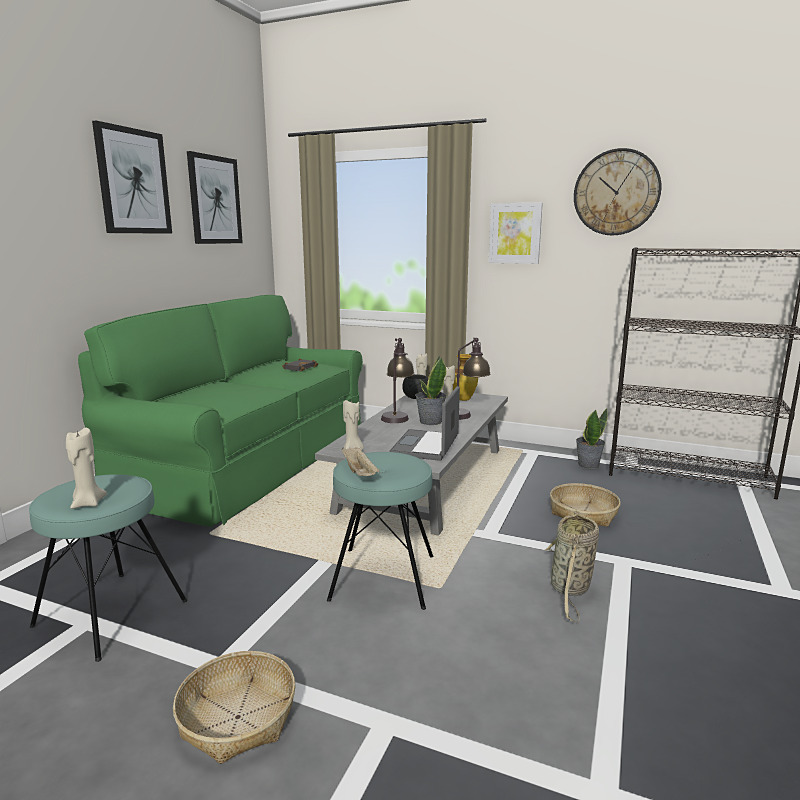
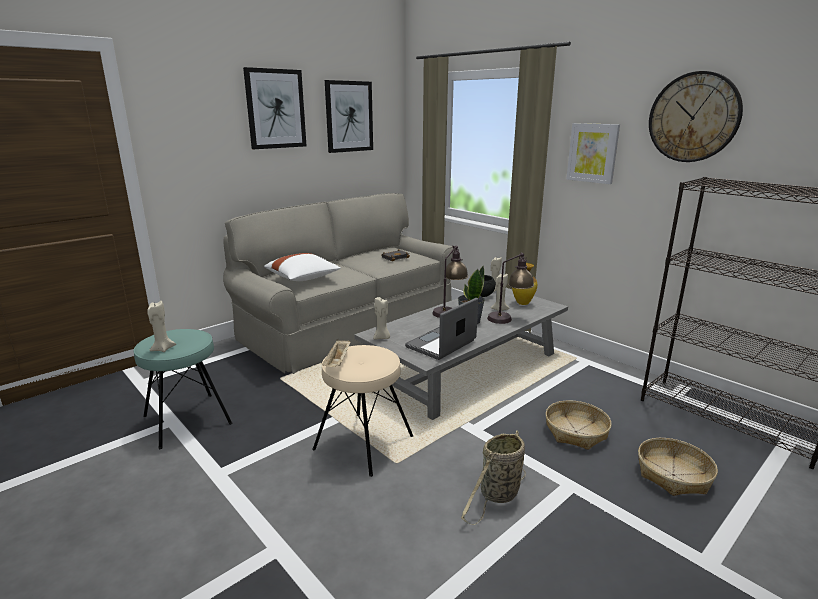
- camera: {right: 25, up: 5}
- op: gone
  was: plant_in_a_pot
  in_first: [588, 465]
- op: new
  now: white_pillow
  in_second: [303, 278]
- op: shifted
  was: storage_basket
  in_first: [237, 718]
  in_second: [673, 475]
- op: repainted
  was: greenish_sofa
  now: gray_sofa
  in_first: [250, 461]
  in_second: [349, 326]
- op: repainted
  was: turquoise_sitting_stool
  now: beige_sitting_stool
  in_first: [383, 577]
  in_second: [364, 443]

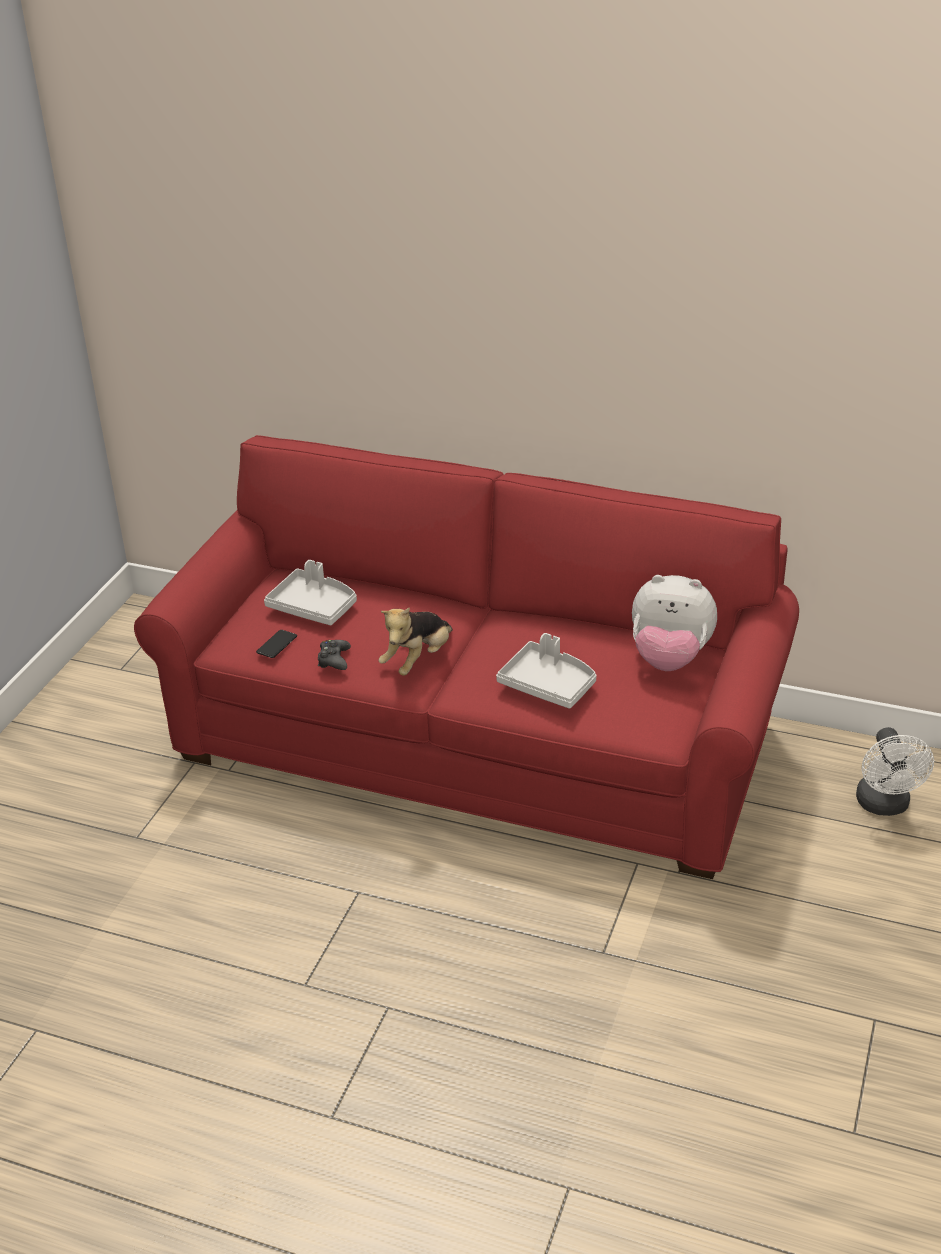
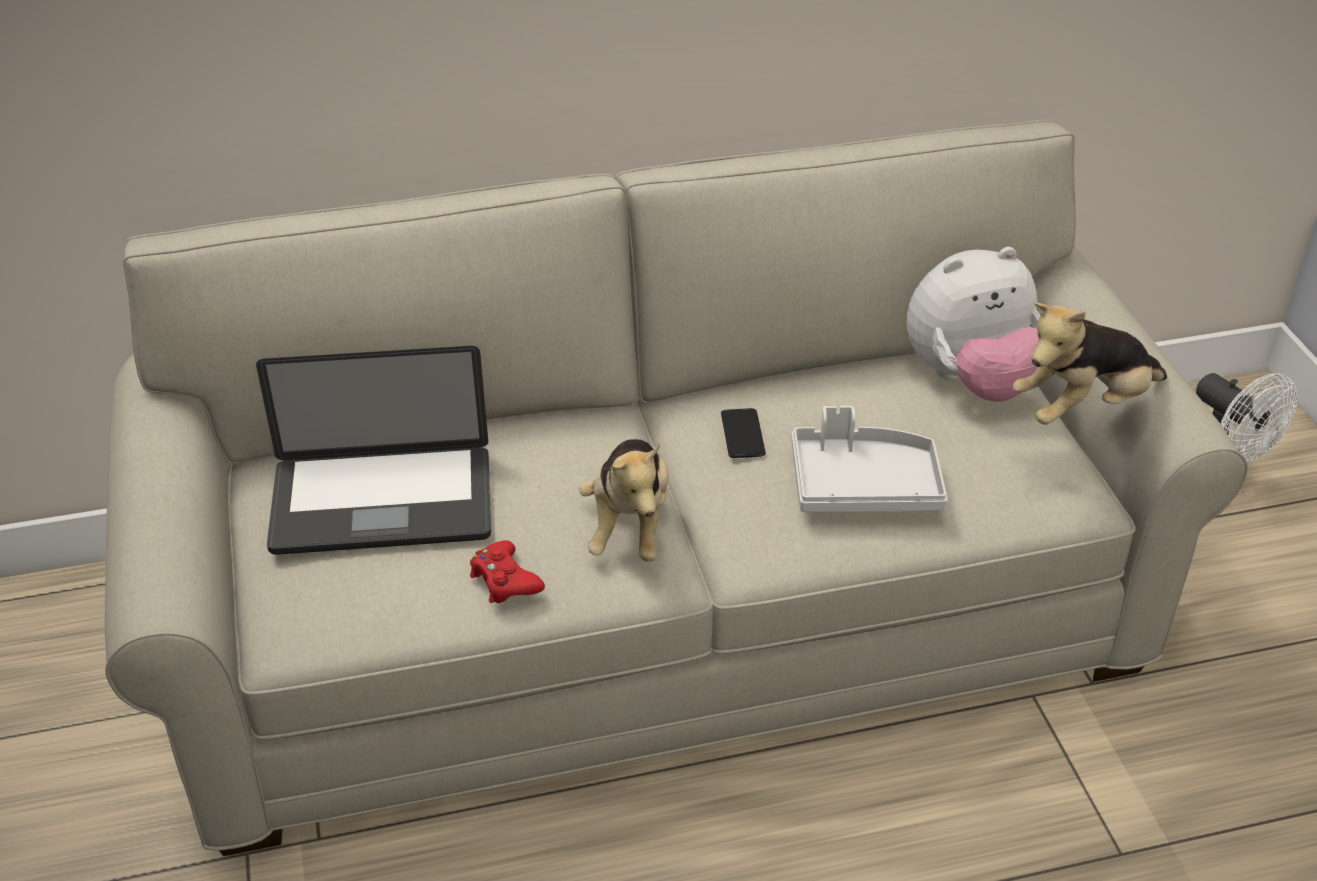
- camera: {right: -35, up: 5}
- op: new
  now: plush_toy
  in_second: [1083, 408]
- op: shifted
  was: handset
  in_first: [277, 644]
  in_second: [742, 434]
- op: swapped
  was: gray_carrying_tray
  now: portable_computer
  in_first: [314, 607]
  in_second: [382, 503]
- op: repainted
  was: reddish_sofa
  now: beige_sofa
  in_first: [476, 742]
  in_second: [660, 613]
- op: repainted
  was: black_game_controller
  now: reddish_game_controller
  in_first: [334, 659]
  in_second: [504, 580]

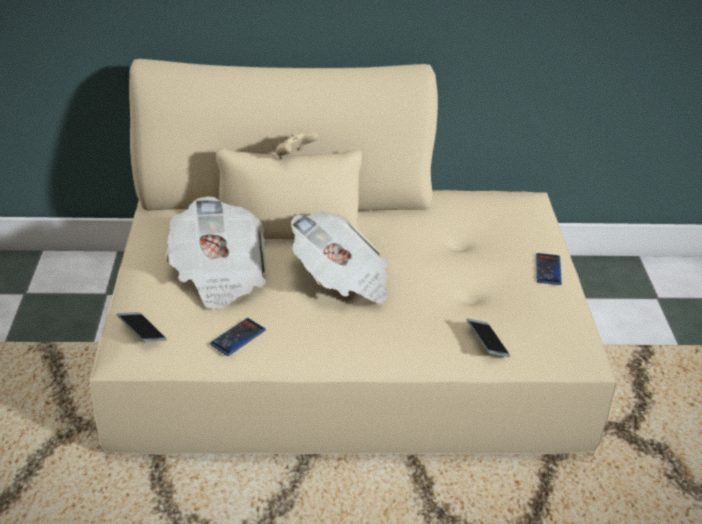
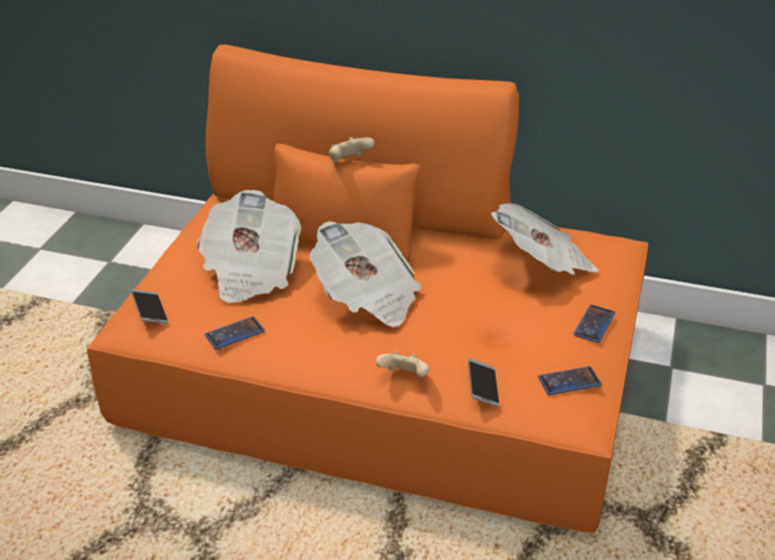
- camera: {right: 20, up: 0}
- op: new
  now: beige_game_controller
  in_second: [404, 377]
- op: new
  now: printed_paper
  in_second: [543, 264]
- op: new
  now: handset
  in_second: [569, 381]
- op: repainted
  was: beige_sofa
  now: orangey_sofa
  in_first: [347, 348]
  in_second: [387, 372]

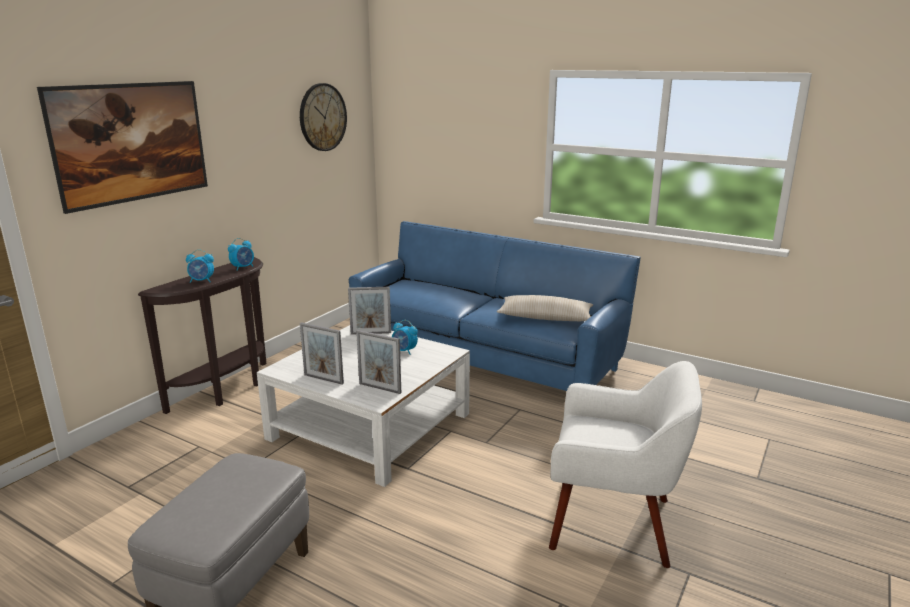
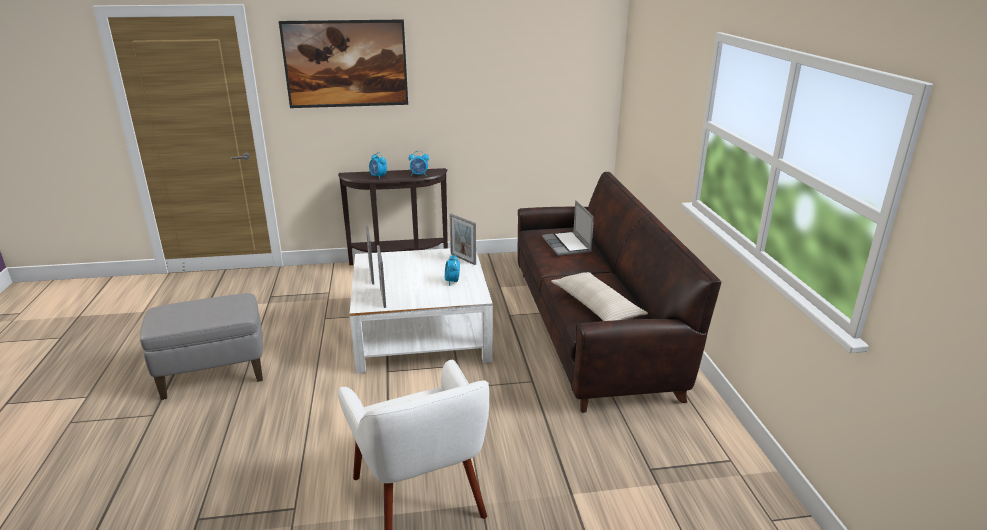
- camera: {right: 50, up: 5}
- op: gone
  was: wall_clock
  in_first: [322, 117]
- op: new
  now: portable_computer
  in_second: [567, 245]
- op: repainted
  was: blue_sofa
  now: brown-coloured_sofa
  in_first: [485, 358]
  in_second: [592, 329]

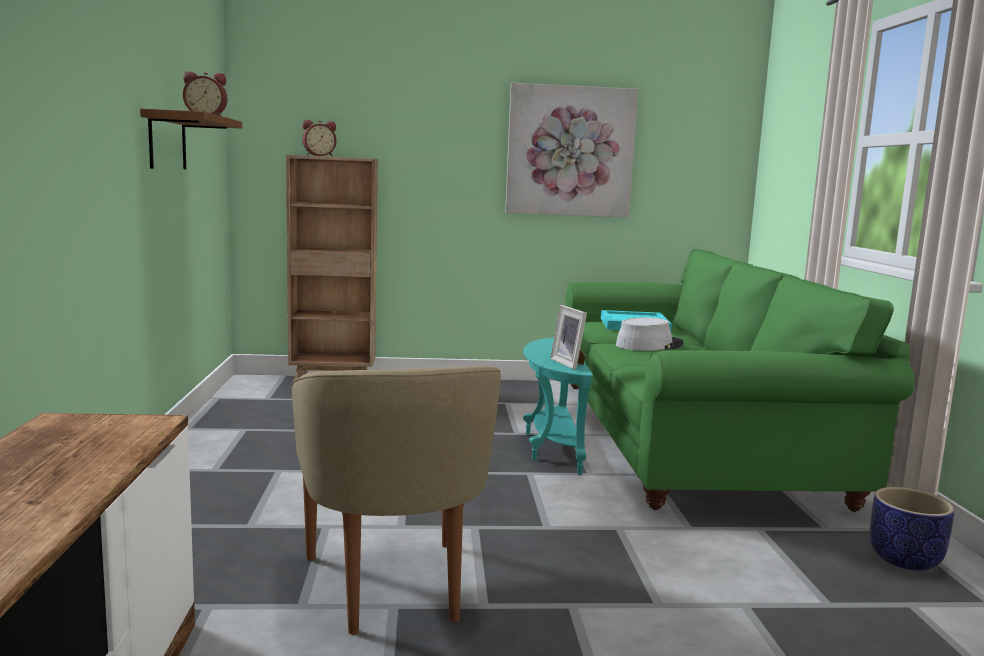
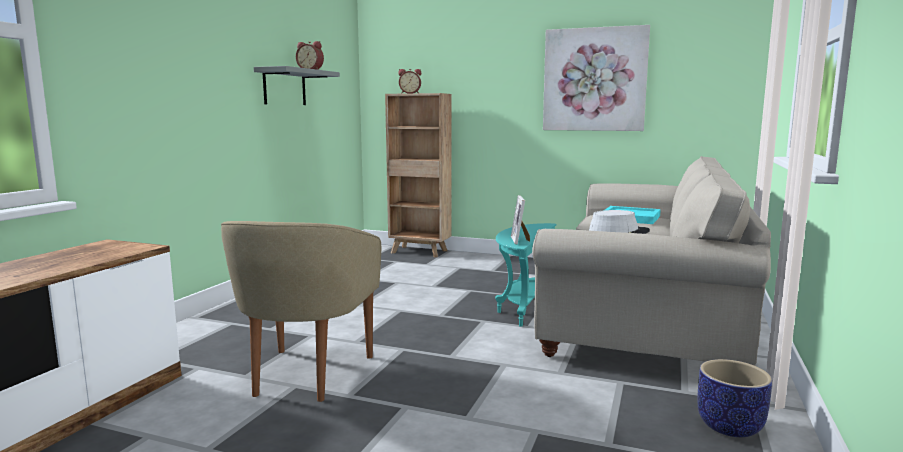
- camera: {right: 25, up: 0}
- op: repainted
  was: brown-coloured_bracket_shelf
  now: gray_bracket_shelf
  in_first: [167, 141]
  in_second: [284, 87]
- op: repainted
  was: greenish_sofa
  now: beige_sofa
  in_first: [685, 437]
  in_second: [644, 310]

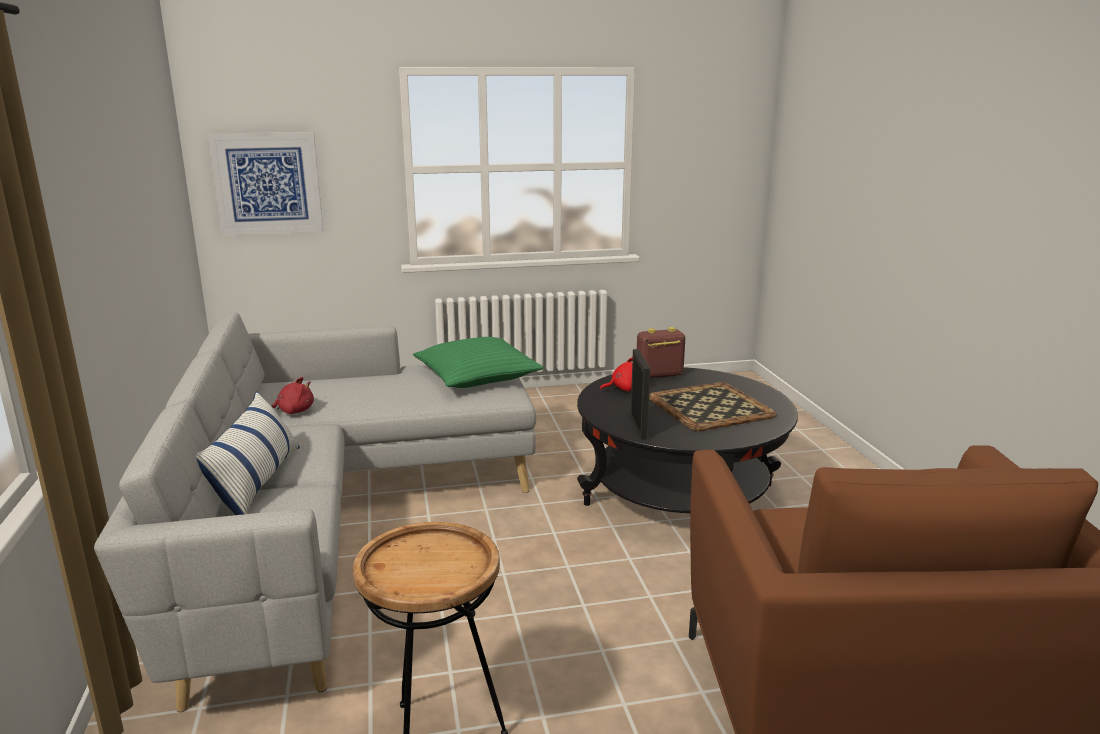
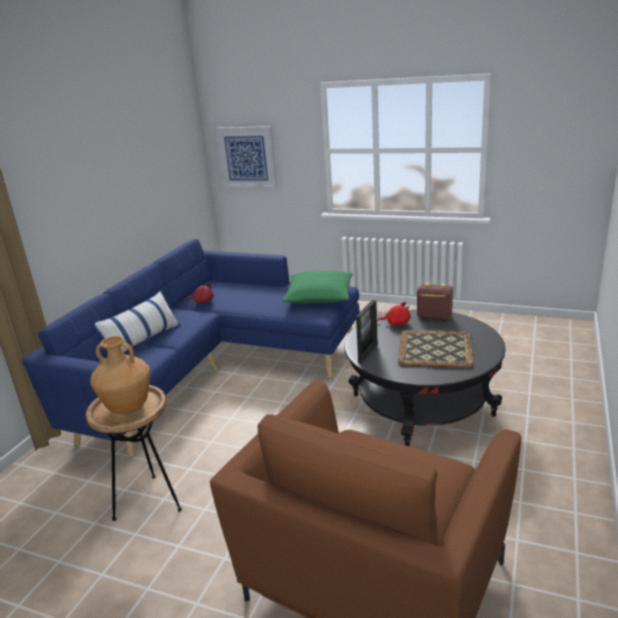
- camera: {right: 35, up: 5}
- op: new
  now: brown-coloured_vase
  in_second: [127, 408]
- op: repainted
  was: gray_sofa
  now: blue_sofa
  in_first: [337, 523]
  in_second: [217, 370]

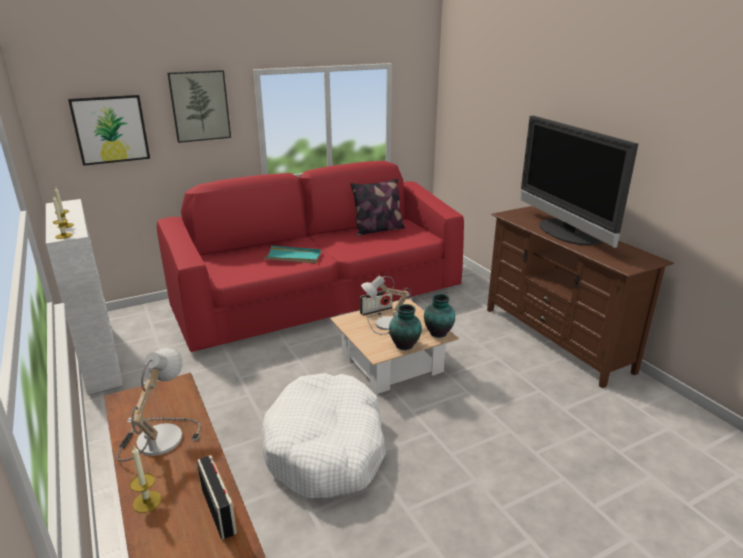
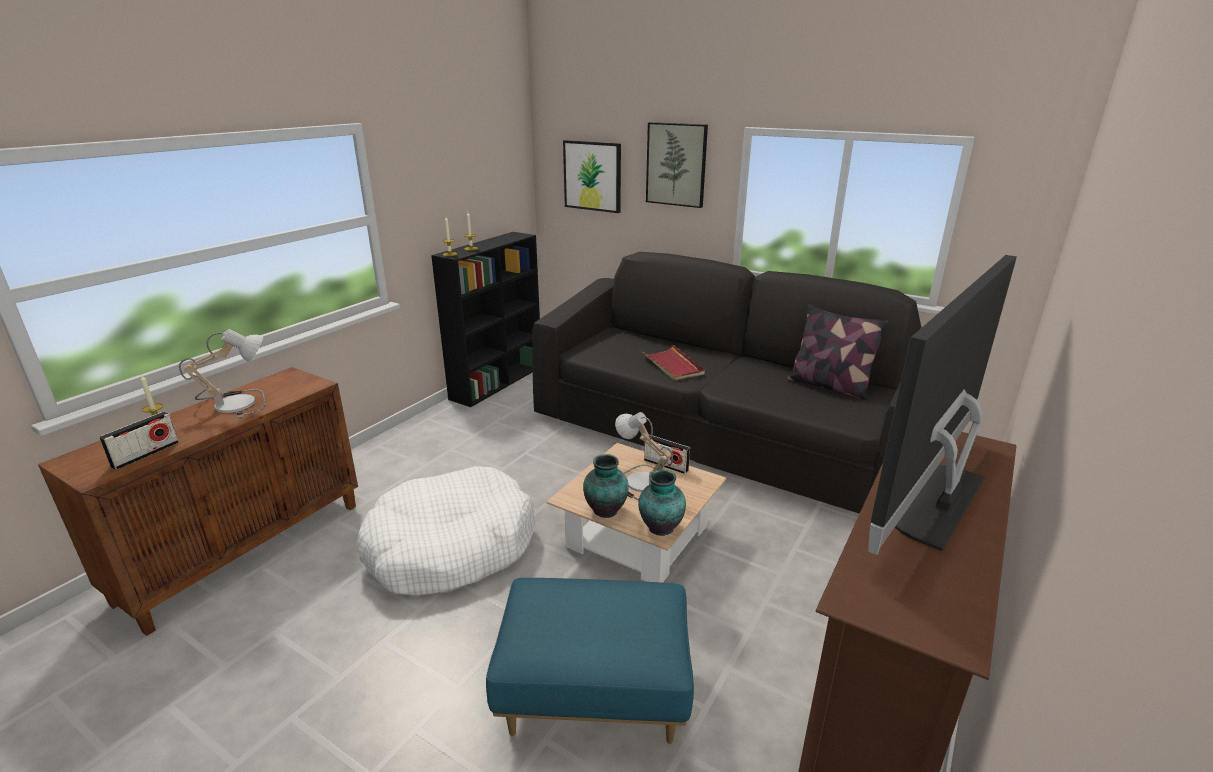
- camera: {right: 60, up: 0}
- op: new
  now: blue_pouffe
  in_second: [593, 696]
- op: repainted
  was: white_bookshelf
  now: black_bookshelf
  in_first: [99, 358]
  in_second: [498, 382]
- op: repainted
  was: reddish_sofa
  now: black_sofa
  in_first: [321, 297]
  in_second: [721, 437]
- op: repainted
  was: turquoise_carrying_tray
  now: reddish_carrying_tray
  in_first: [293, 257]
  in_second: [672, 365]

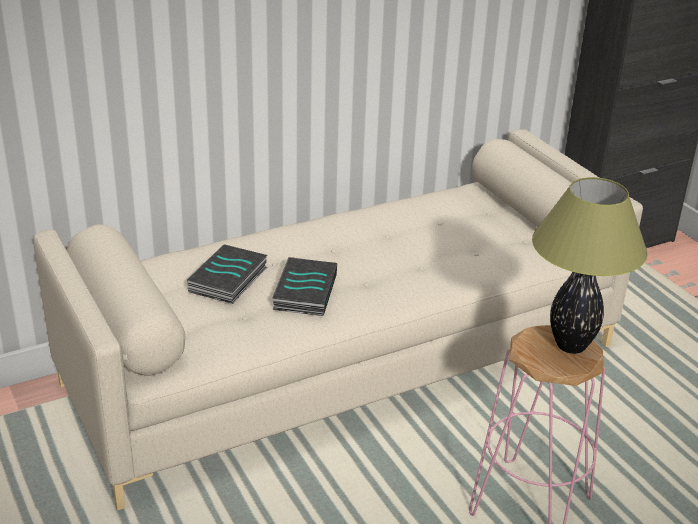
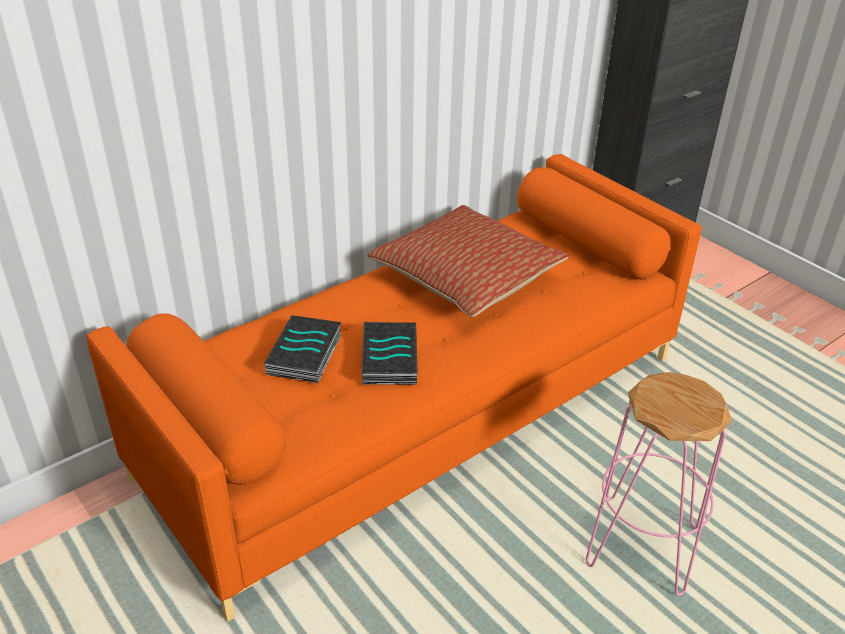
- camera: {right: -10, up: 5}
- op: gone
  was: lamp_for_a_table
  in_first: [571, 346]
- op: new
  now: pillow
  in_second: [466, 277]
- op: repainted
  was: beige_sofa
  now: orangey_sofa
  in_first: [346, 362]
  in_second: [420, 412]

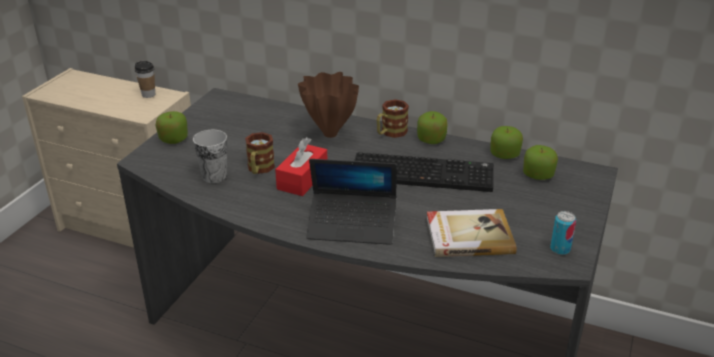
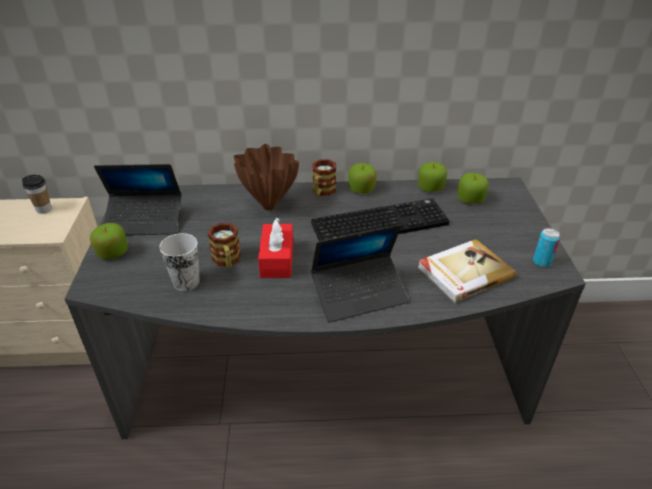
- camera: {right: -25, up: 5}
- op: new
  now: portable_computer
  in_second: [144, 221]

